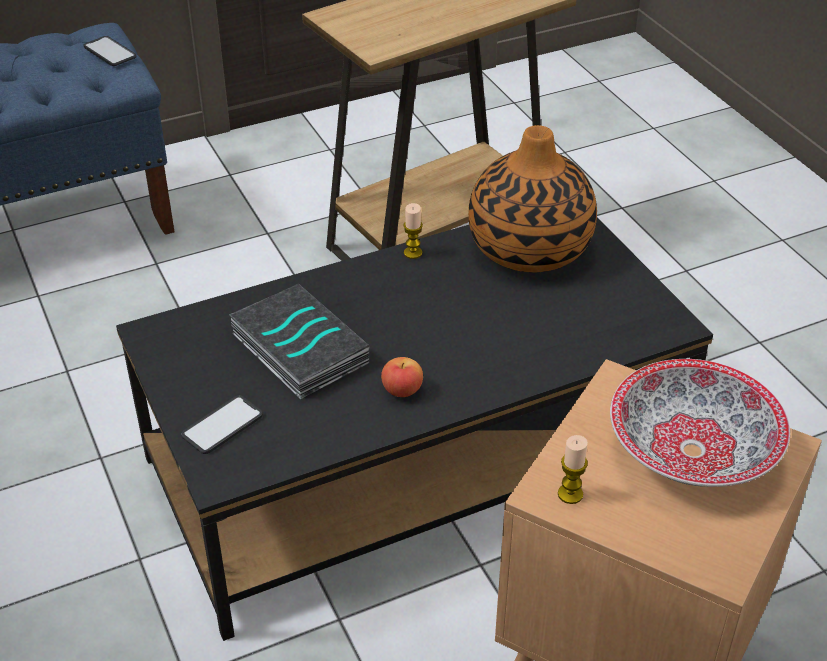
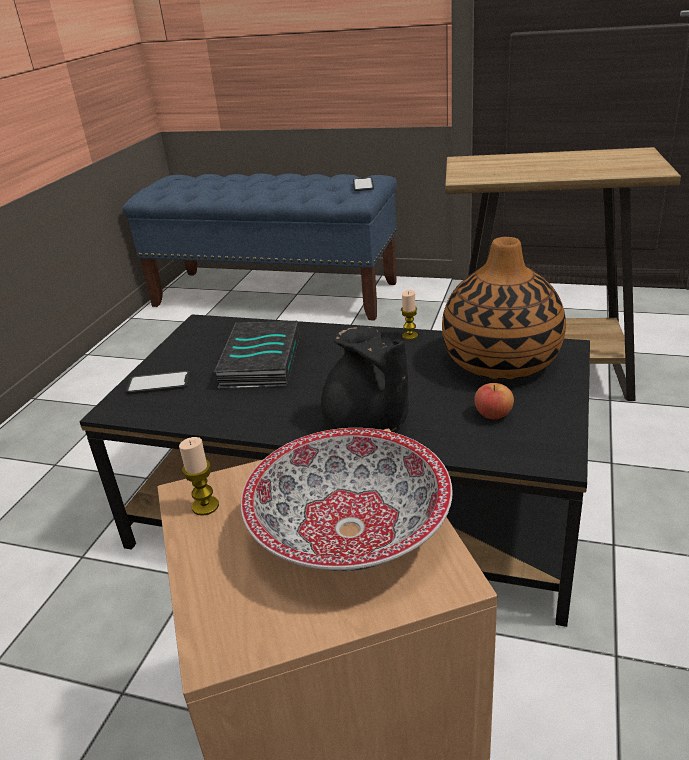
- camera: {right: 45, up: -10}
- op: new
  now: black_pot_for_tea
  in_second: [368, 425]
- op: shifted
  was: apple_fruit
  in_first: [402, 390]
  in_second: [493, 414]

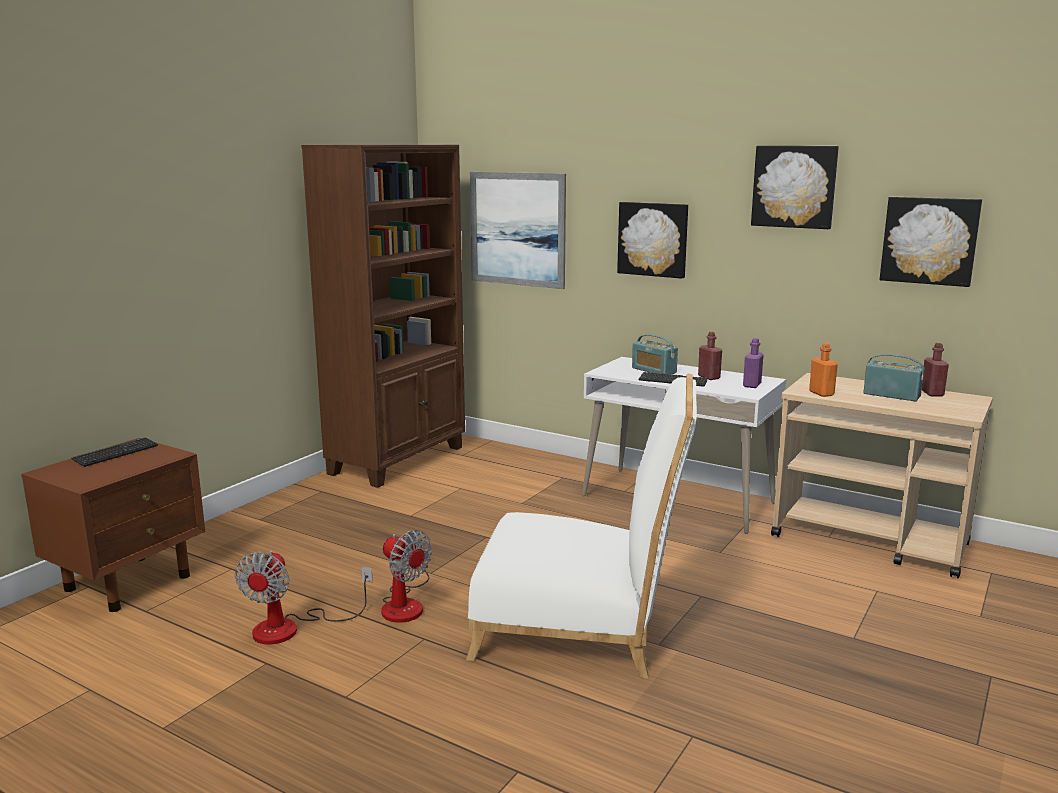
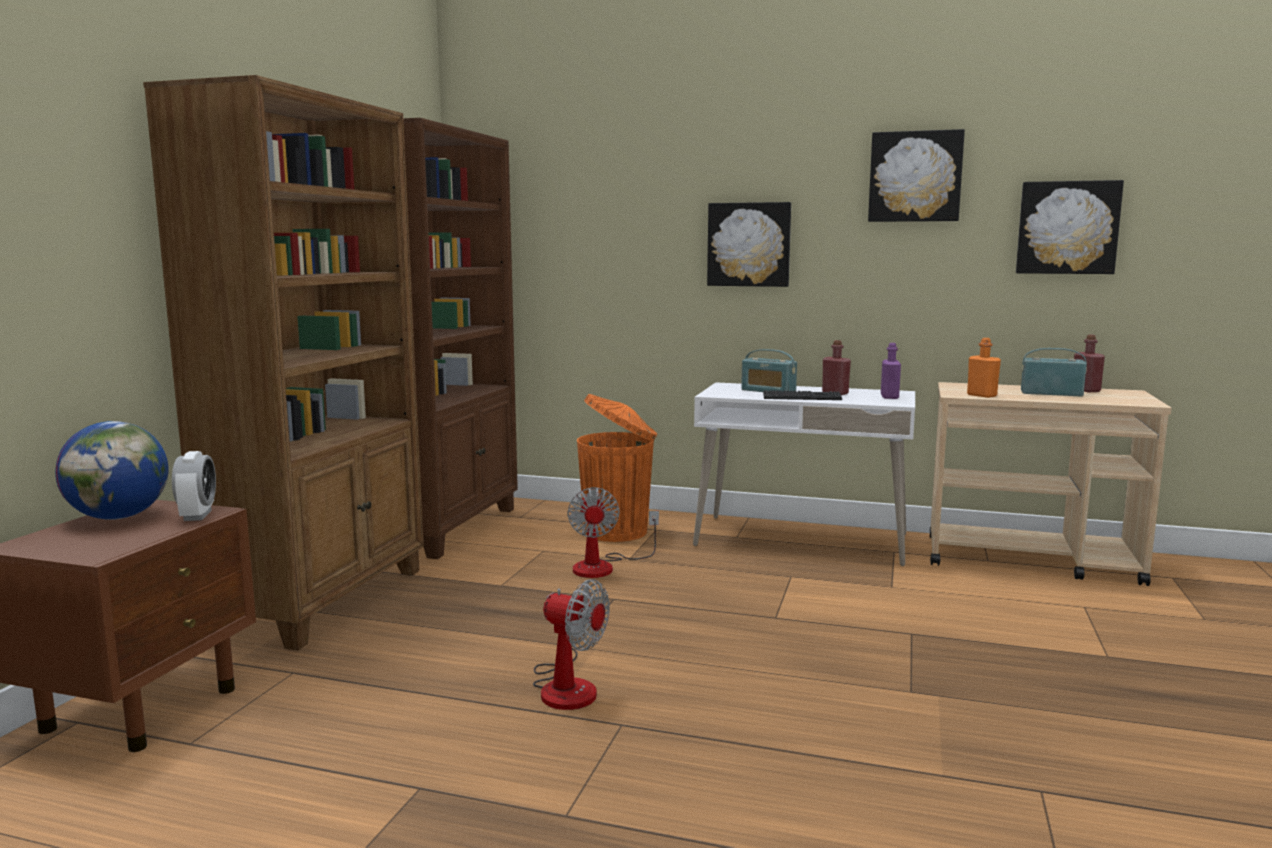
- camera: {right: -15, up: -5}
- op: gone
  was: white_upright_chair
  in_first: [581, 629]
- op: gone
  was: wall_art
  in_first: [517, 229]
- op: new
  now: brown-coloured_bookshelf
  in_second: [324, 600]
- op: new
  now: table_clock
  in_second: [197, 515]
- op: new
  now: orangey_trash_can
  in_second: [618, 531]
- op: shifted
  was: electric_fan
  in_first: [292, 628]
  in_second: [604, 566]
- op: swapped
  was: keyboard
  now: desk_globe
  in_first: [116, 453]
  in_second: [119, 517]

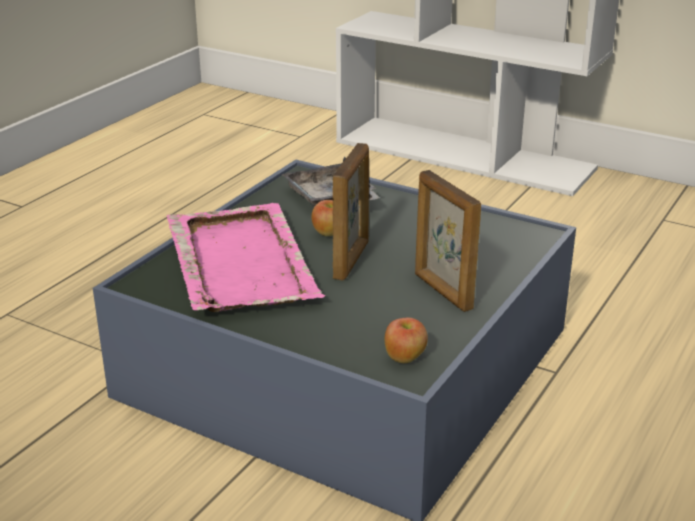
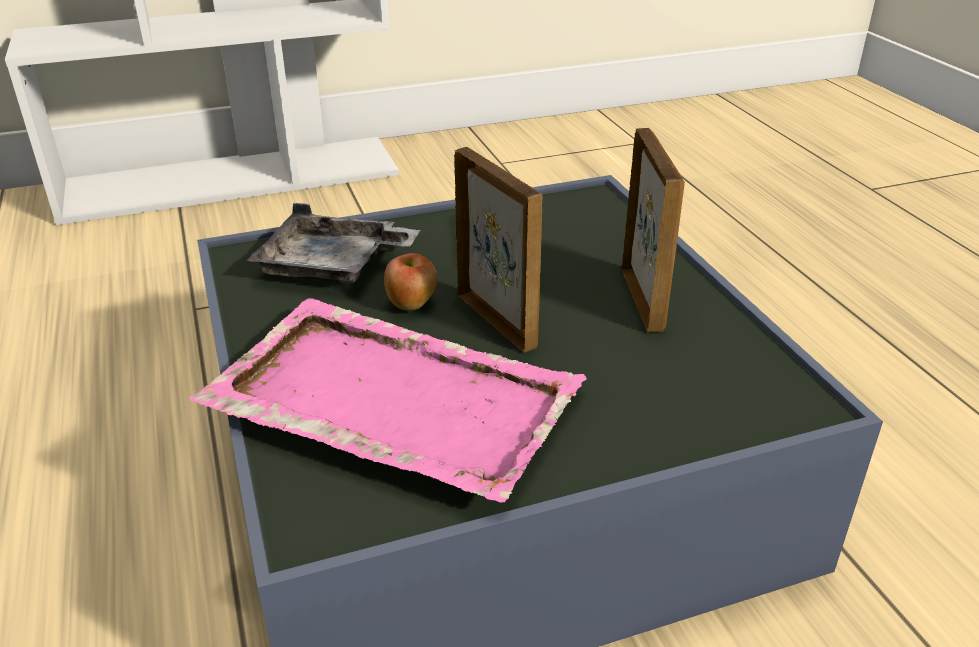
- camera: {right: -50, up: 5}
- op: gone
  was: apple_fruit
  in_first: [405, 358]
- op: rotated
  was: photo_frame
  in_first: [442, 292]
  in_second: [643, 299]
  clockwise: -105

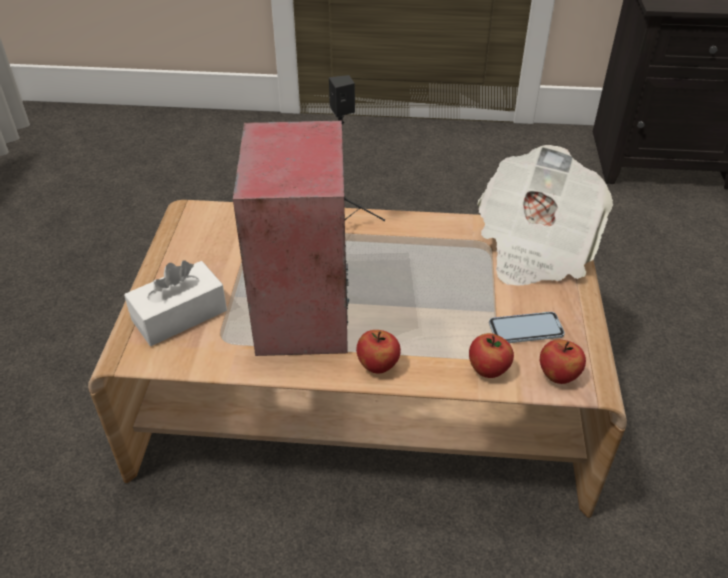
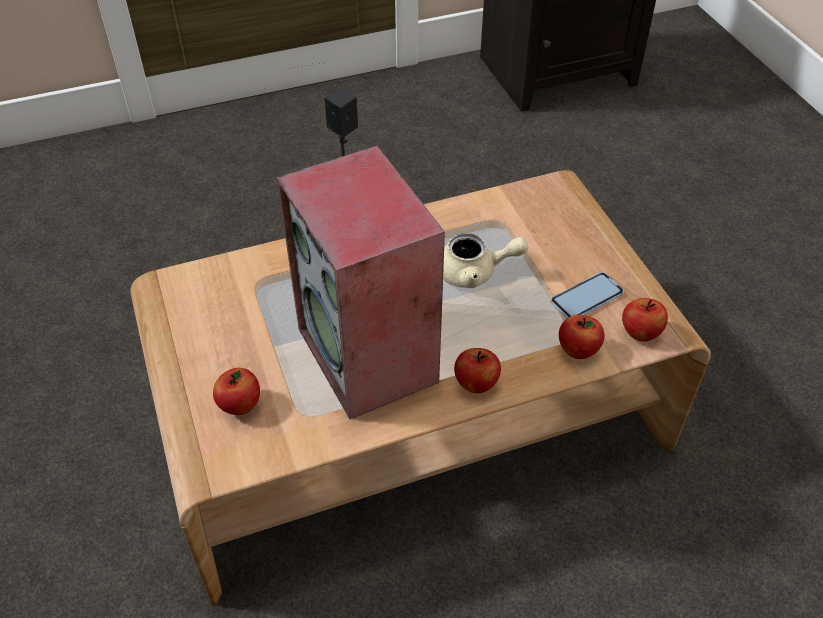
- camera: {right: -25, up: 5}
- op: gone
  was: printed_paper
  in_first: [535, 246]
- op: new
  now: beige_pot_for_tea
  in_second: [475, 273]
- op: swapped
  was: white_tissue_holder
  now: apple_fruit
  in_first: [179, 315]
  in_second: [240, 405]

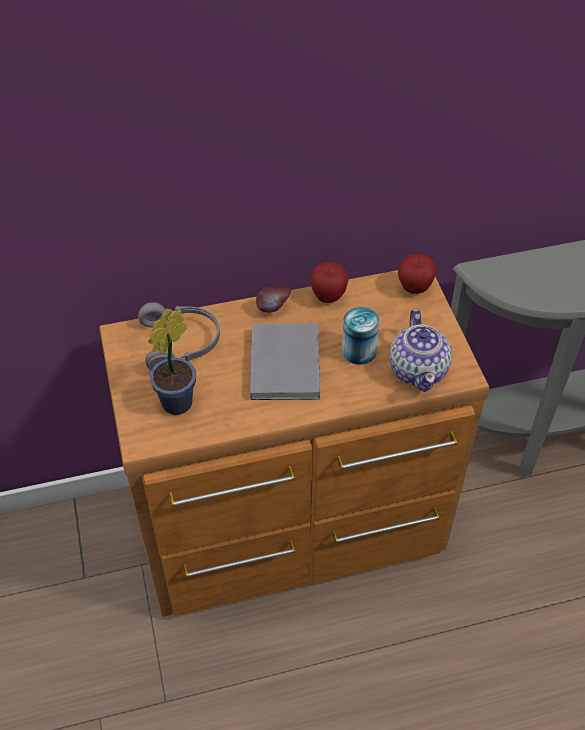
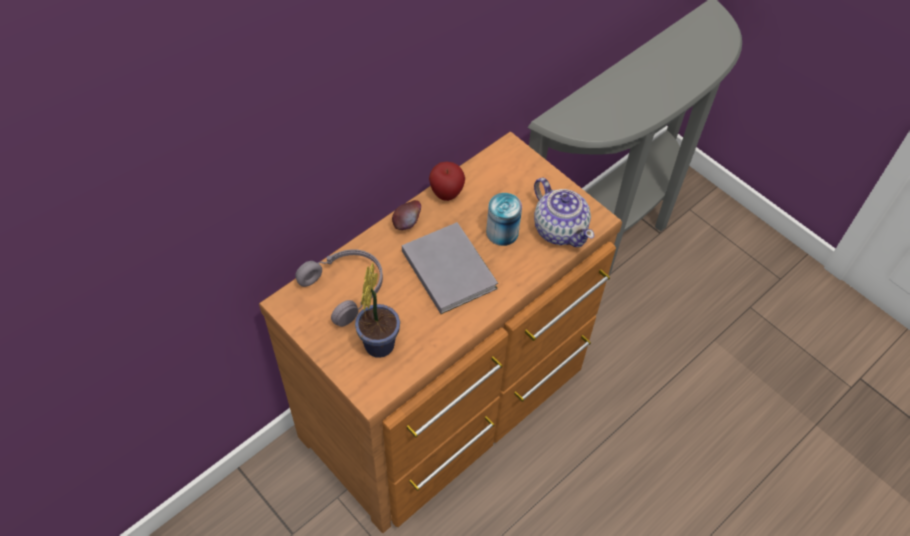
- camera: {right: -30, up: 5}
- op: gone
  was: apple_fruit
  in_first: [414, 288]

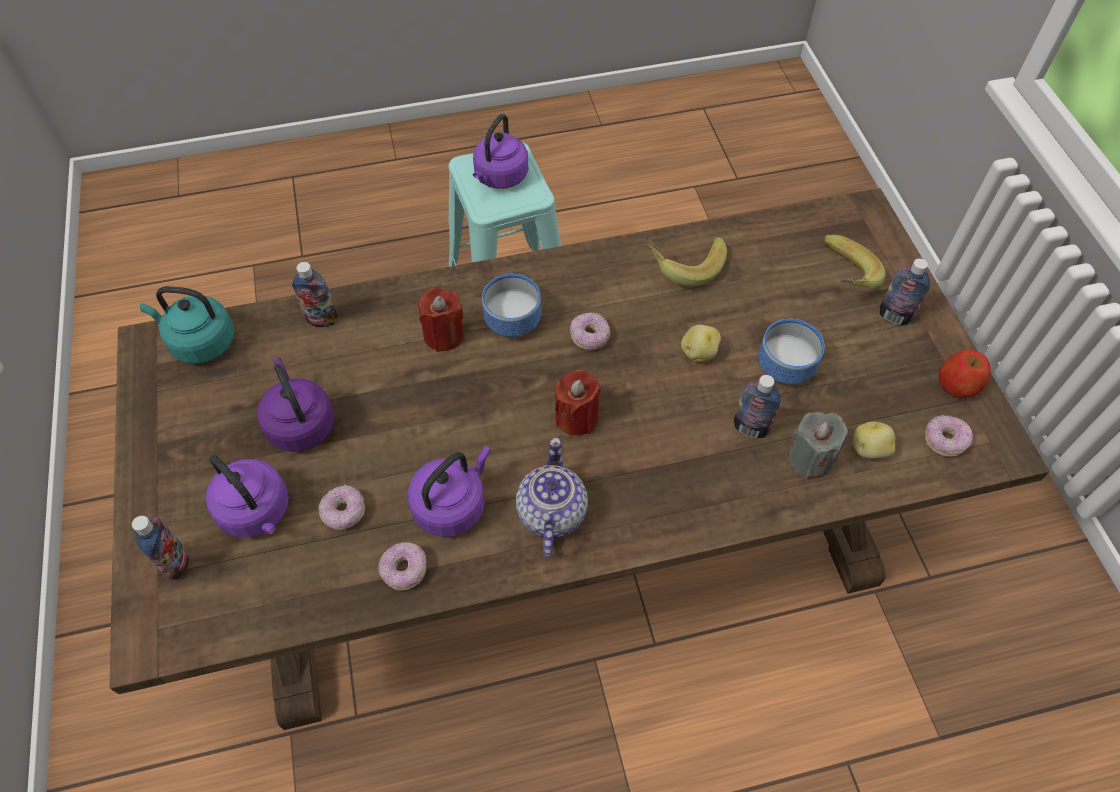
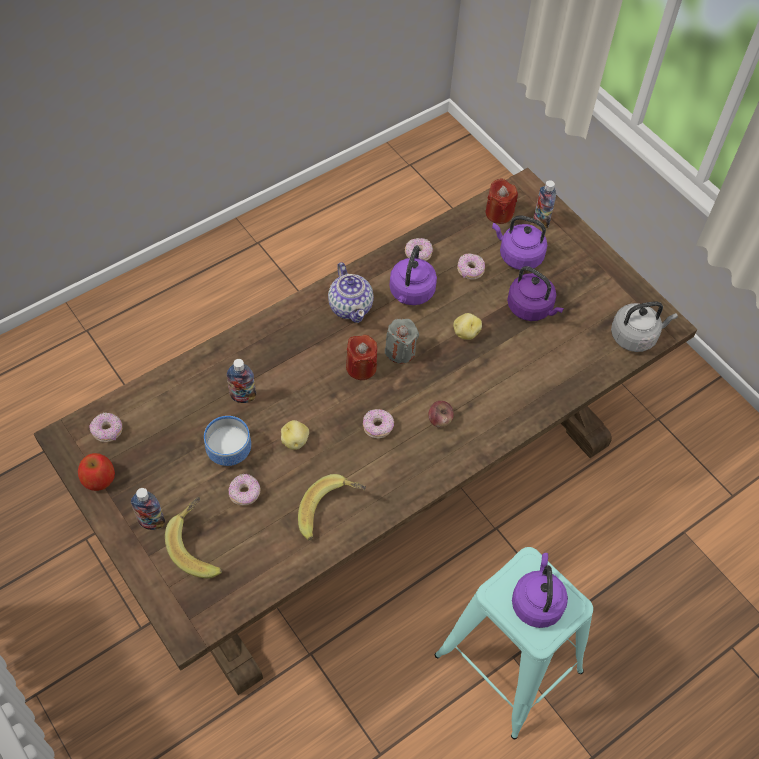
- camera: {right: 155, up: 0}
- op: gone
  was: beverage_bottle
  in_first: [322, 320]
- op: new
  now: ring_doughnut
  in_second: [245, 493]
- op: shifted
  was: reddish_wax_candle
  in_first: [444, 335]
  in_second: [499, 213]
- op: shifted
  was: gray_wax_candle
  in_first: [810, 458]
  in_second: [400, 351]
- op: shifted
  was: potato
  in_first: [870, 449]
  in_second: [466, 333]
- op: swapped
  was: deep_dish
  now: apple_fruit
  in_first: [510, 321]
  in_second: [440, 420]
- op: repainted
  was: turquoise_kettle
  now: gray_kettle
  in_first: [200, 342]
  in_second: [635, 336]

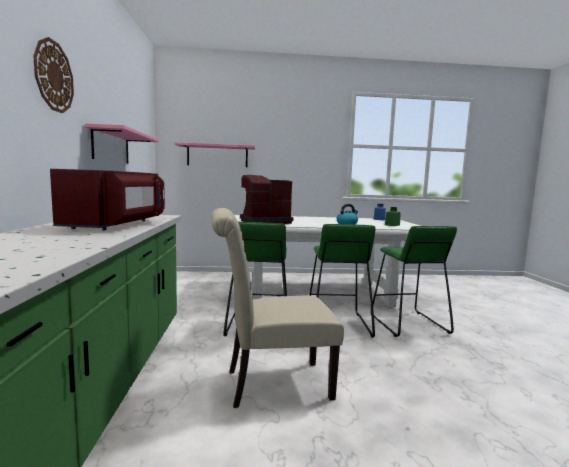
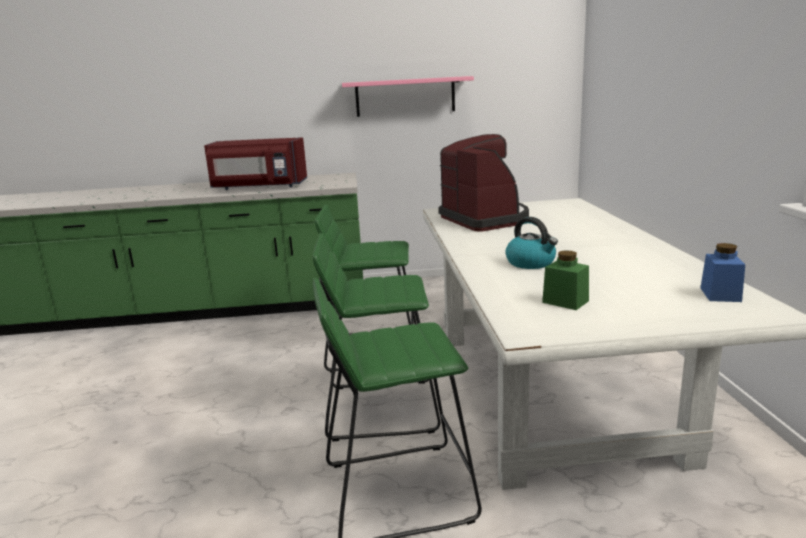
- camera: {right: 90, up: 10}
- op: gone
  was: wall_clock
  in_first: [53, 76]
- op: gone
  was: pink_bracket_shelf
  in_first: [217, 156]
- op: gone
  was: beige_upright_chair
  in_first: [271, 384]

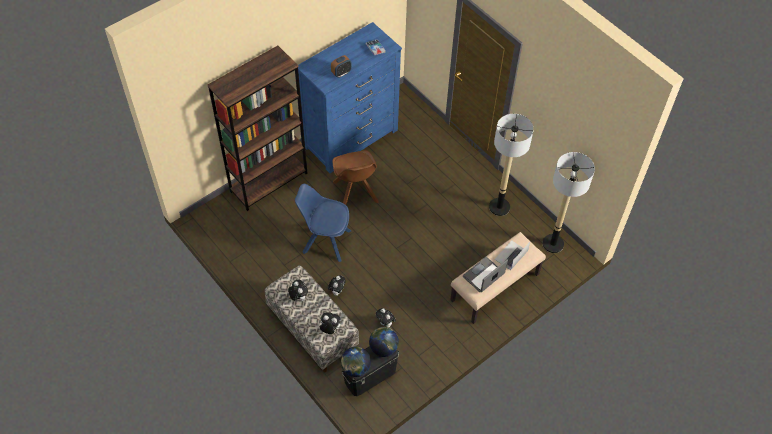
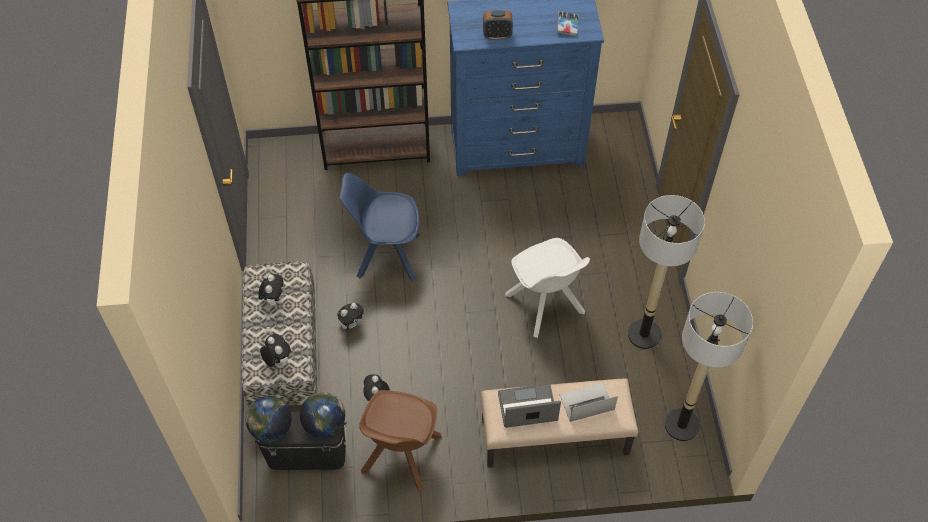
- camera: {right: 35, up: 0}
- op: new
  now: white_upright_chair
  in_second: [546, 305]
- op: shifted
  was: brown-coloured_upright_chair
  in_first: [355, 193]
  in_second: [400, 456]
- op: rotated
  was: blue_upright_chair
  in_first: [325, 241]
  in_second: [386, 255]
  clockwise: -45

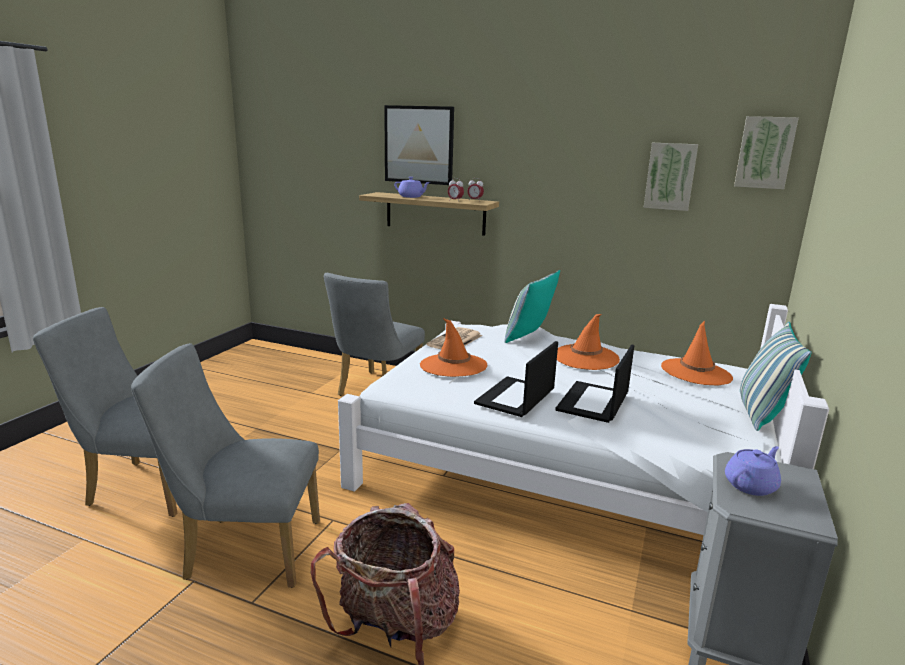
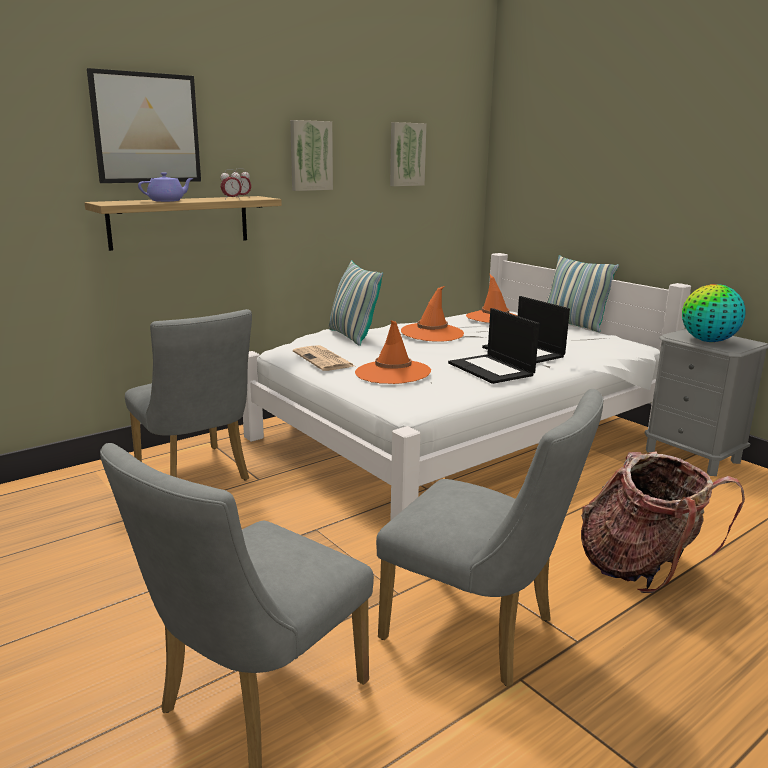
- camera: {right: -60, up: 0}
- op: shifted
  was: wall_art
  in_first: [764, 152]
  in_second: [310, 155]
- op: swapped
  was: purplish_pot_for_tea
  now: desk_globe
  in_first: [751, 485]
  in_second: [708, 341]
- op: rotated
  was: gray_upright_chair
  in_first: [244, 550]
  in_second: [480, 632]
  clockwise: -90

